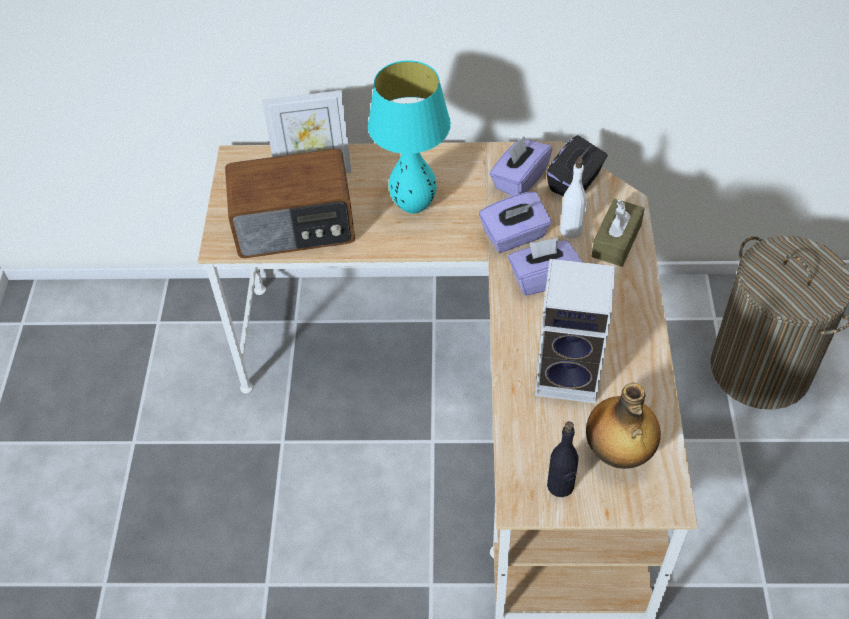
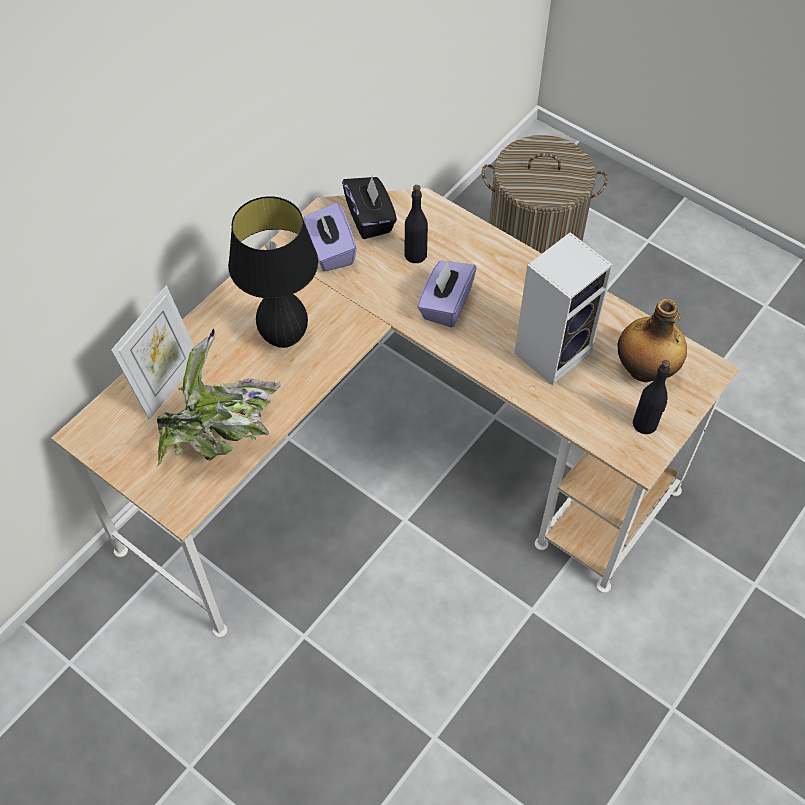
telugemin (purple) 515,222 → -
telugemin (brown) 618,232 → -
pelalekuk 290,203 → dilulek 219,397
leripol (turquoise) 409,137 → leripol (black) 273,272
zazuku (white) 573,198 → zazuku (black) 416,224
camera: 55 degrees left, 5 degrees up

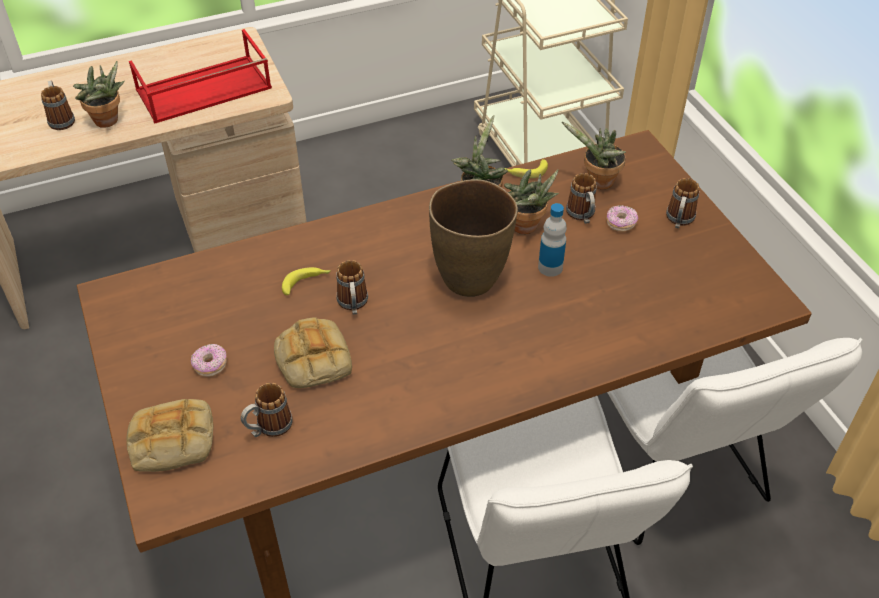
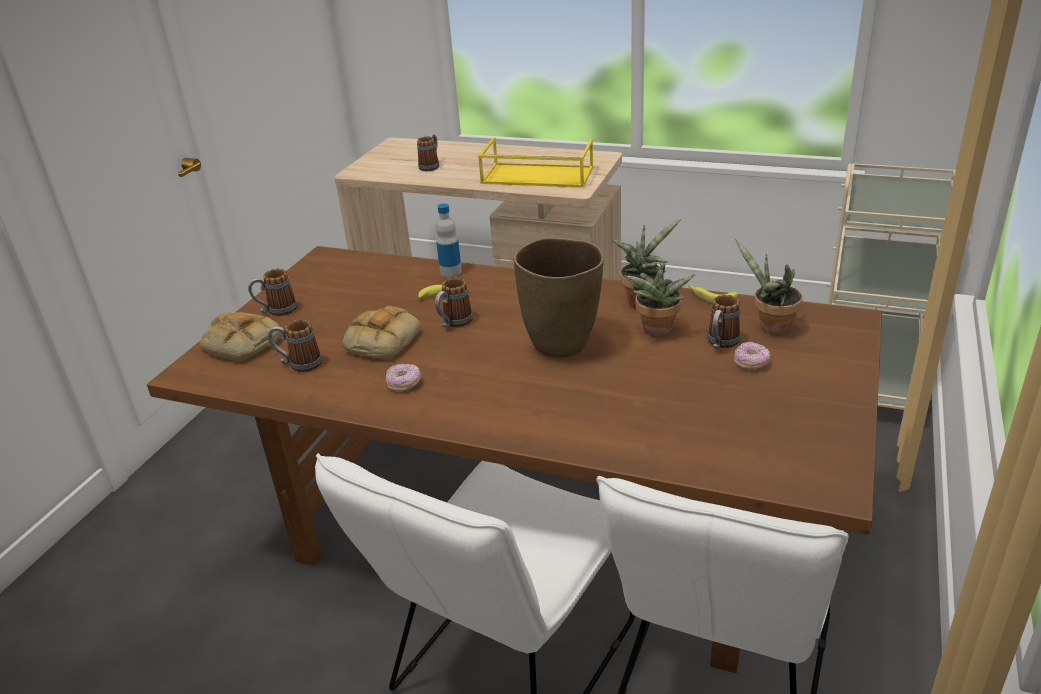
dilulek 99,94 → -
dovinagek 209,360 → dovinagek 403,377, shifted
zazuku 552,240 → zazuku 449,240, shifted
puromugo 682,203 → puromugo 272,292, shifted
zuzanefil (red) 200,76 → zuzanefil (yellow) 536,162
camera: 45 degrees right, 15 degrees down

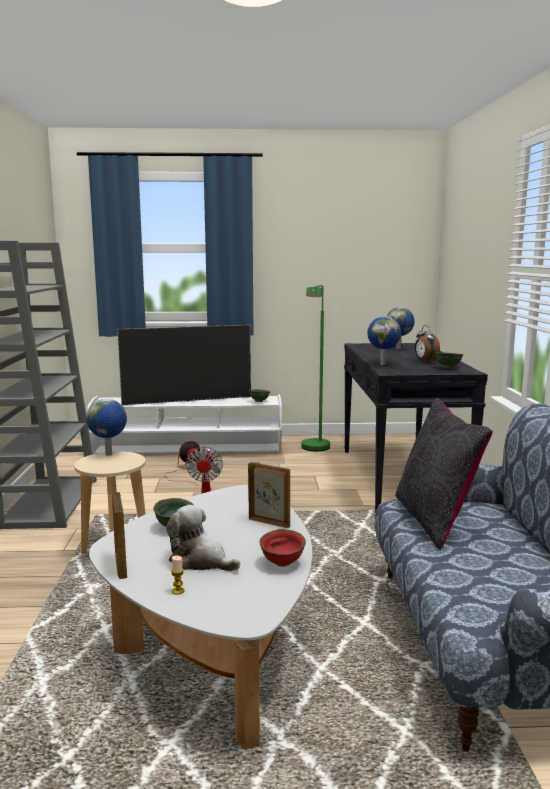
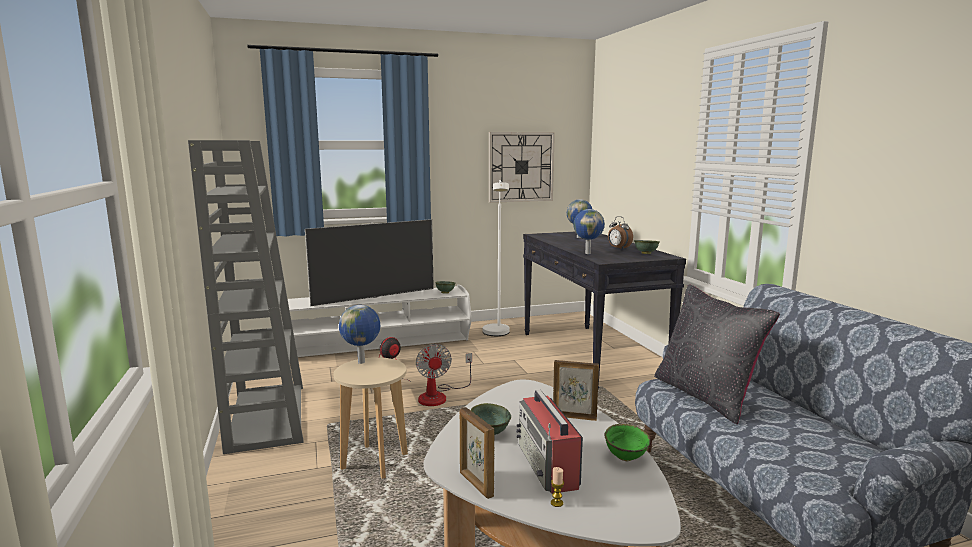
- → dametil 522,167
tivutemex 203,538 → pelalekuk 549,442
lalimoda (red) 282,548 → lalimoda (green) 627,442
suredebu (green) 315,368 → suredebu (white) 496,258
camera: 15 degrees left, 0 degrees up

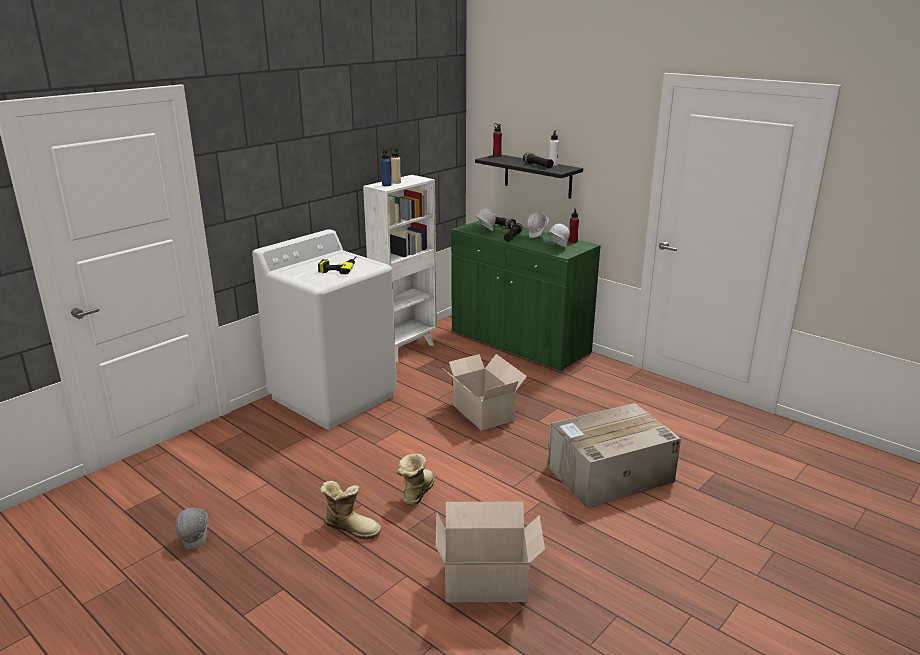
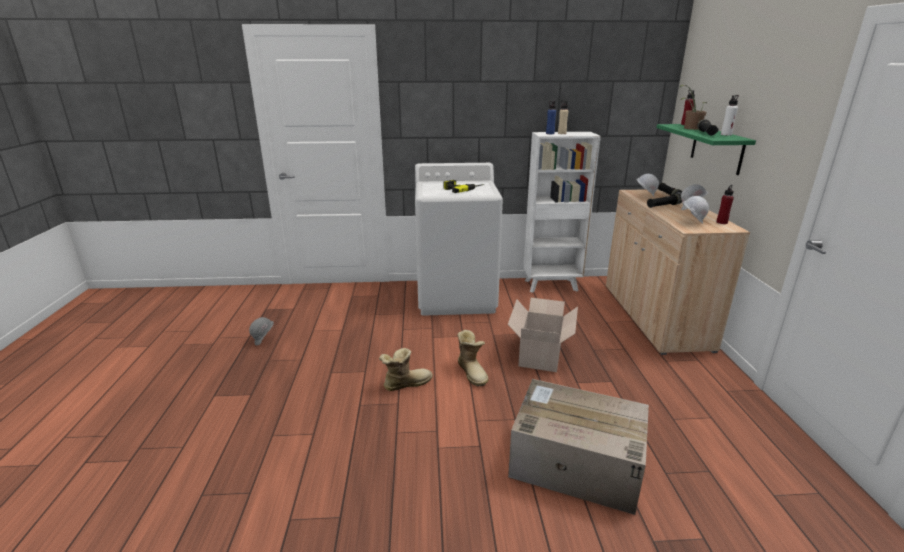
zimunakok 490,552 → -
- → dilulek 693,107
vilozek 350,510 → vilozek 472,358, shifted
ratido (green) 526,296 → ratido (beige) 678,272
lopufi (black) 529,177 → lopufi (green) 706,149
camera: 45 degrees right, 0 degrees up

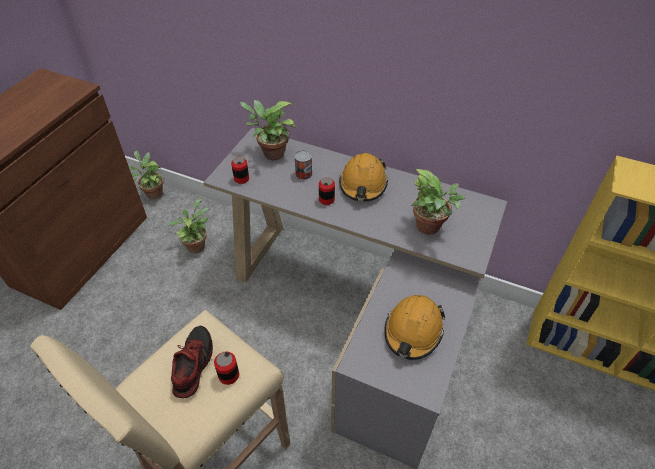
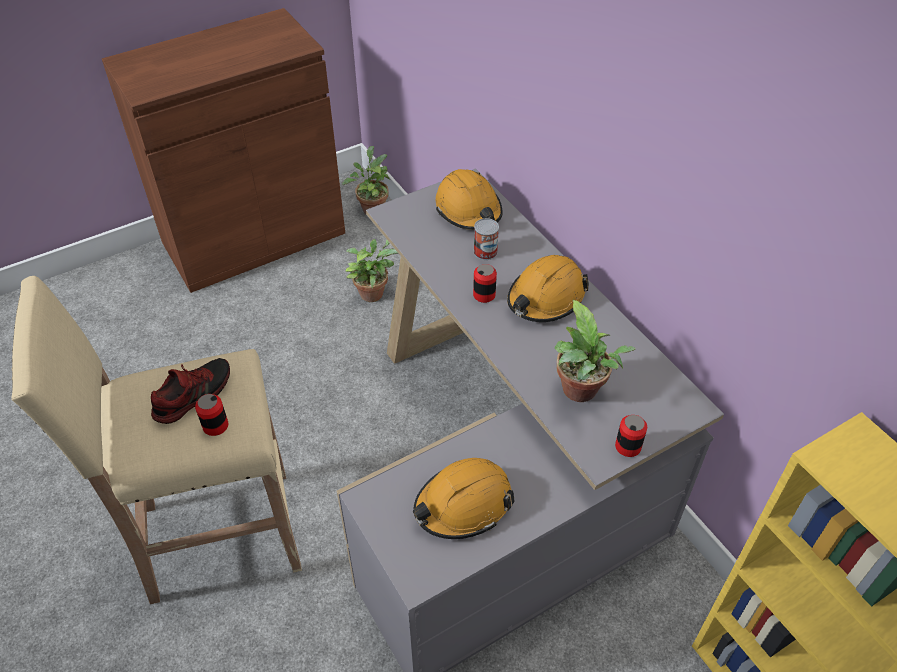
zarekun 240,170 → zarekun 631,436, shifted
dilulek 268,130 → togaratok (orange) 469,199
camera: 35 degrees right, 0 degrees up

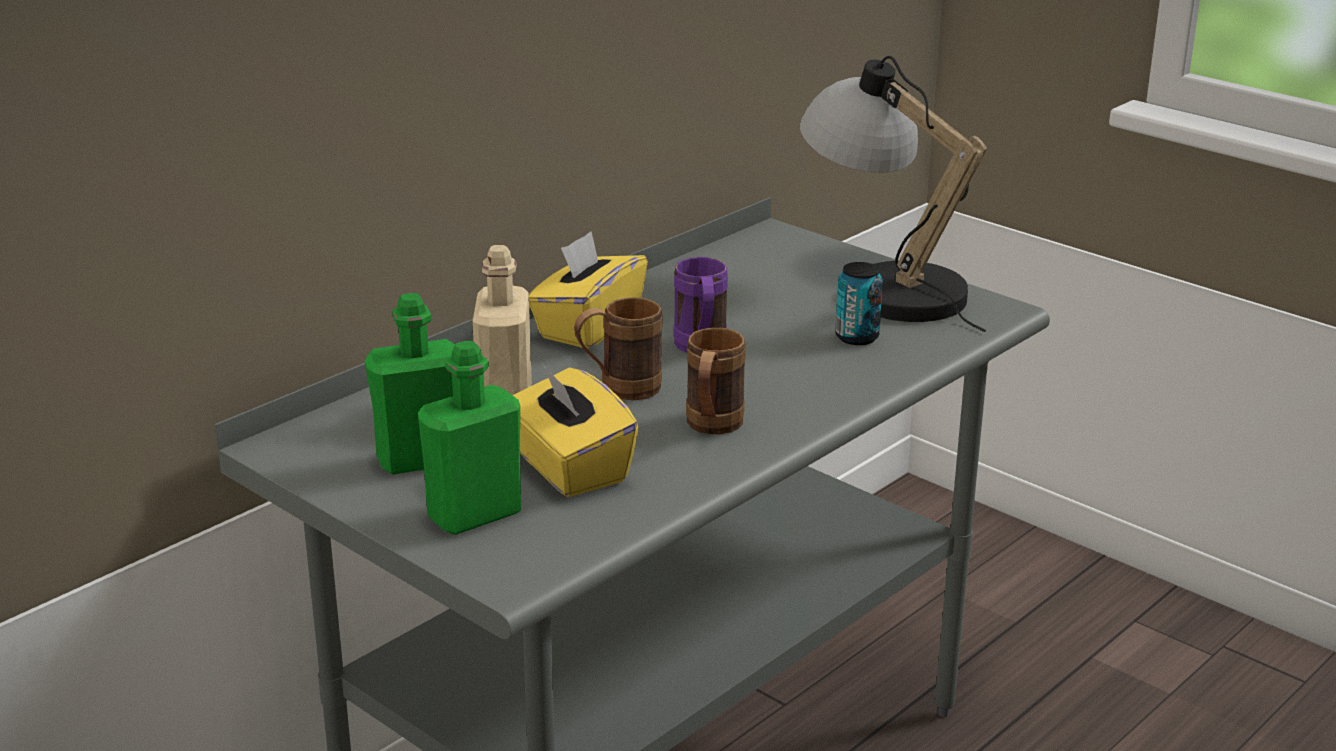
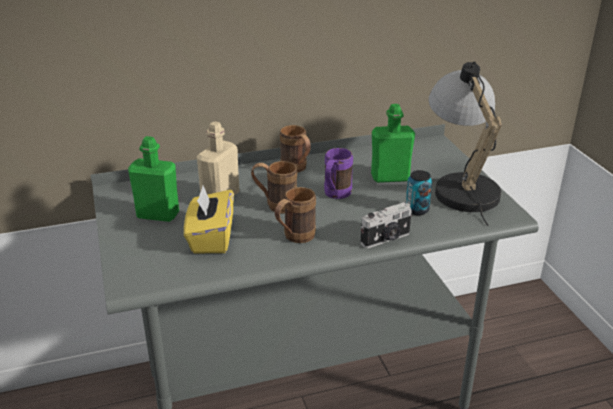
- → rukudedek 386,225
zazuku (green) 469,438 → zazuku (green) 393,143, shifted
telugemin (yellow) 588,290 → puromugo (brown) 295,149
camera: 30 degrees right, 5 degrees up

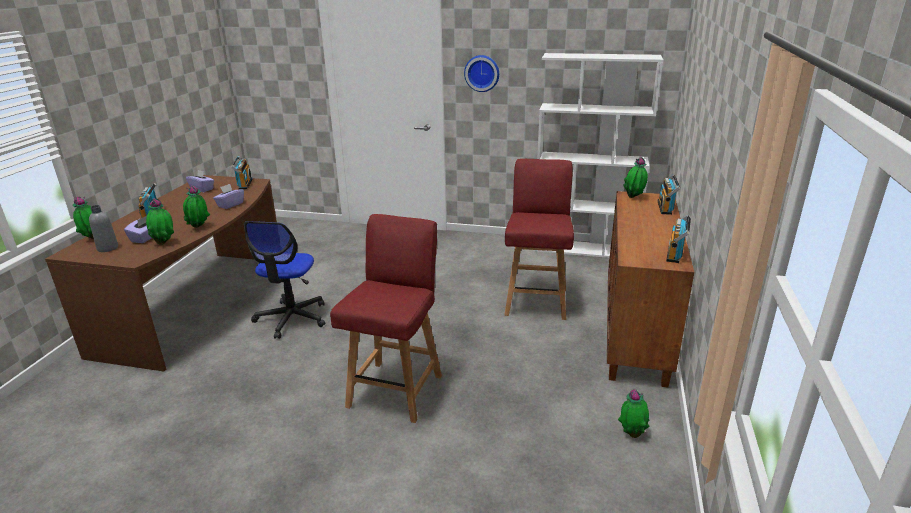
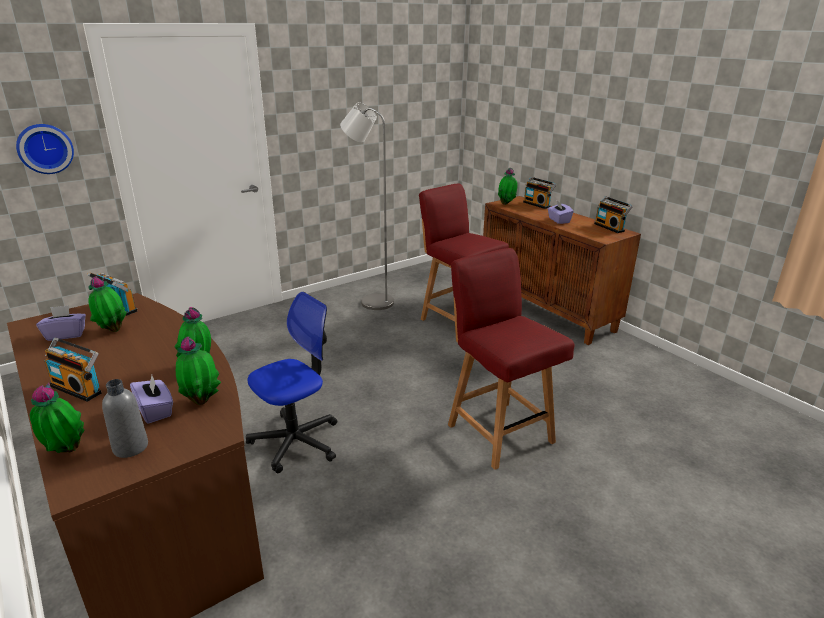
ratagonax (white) 598,155 → -
- → suredebu (grey) 367,206
telugemin (purple) 228,196 → telugemin (purple) 561,212, shifted
dametil 481,73 → dametil 45,149, shifted
dilulek 633,413 → dilulek 107,304, shifted
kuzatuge 284,280 → kuzatuge 291,382, 90 degrees counterclockwise
camera: 50 degrees left, 0 degrees up

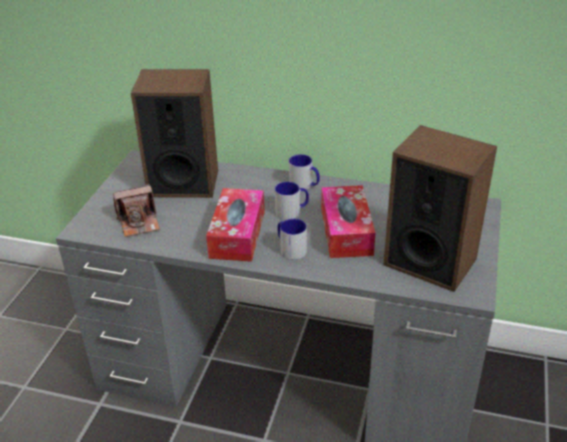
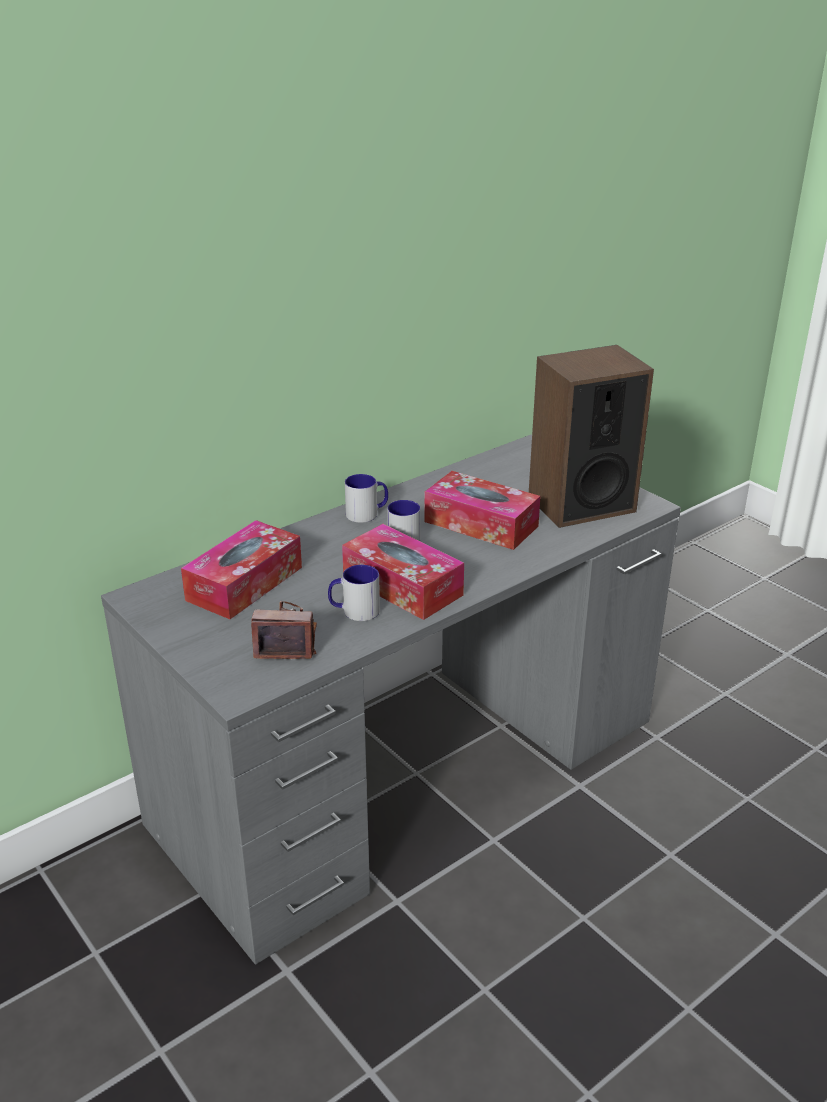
puromugo 292,239 → puromugo 354,593, shifted
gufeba 174,133 → telugemin 241,569
rukudedek 136,210 → rukudedek 284,630, 105 degrees counterclockwise
camera: 55 degrees left, 5 degrees down

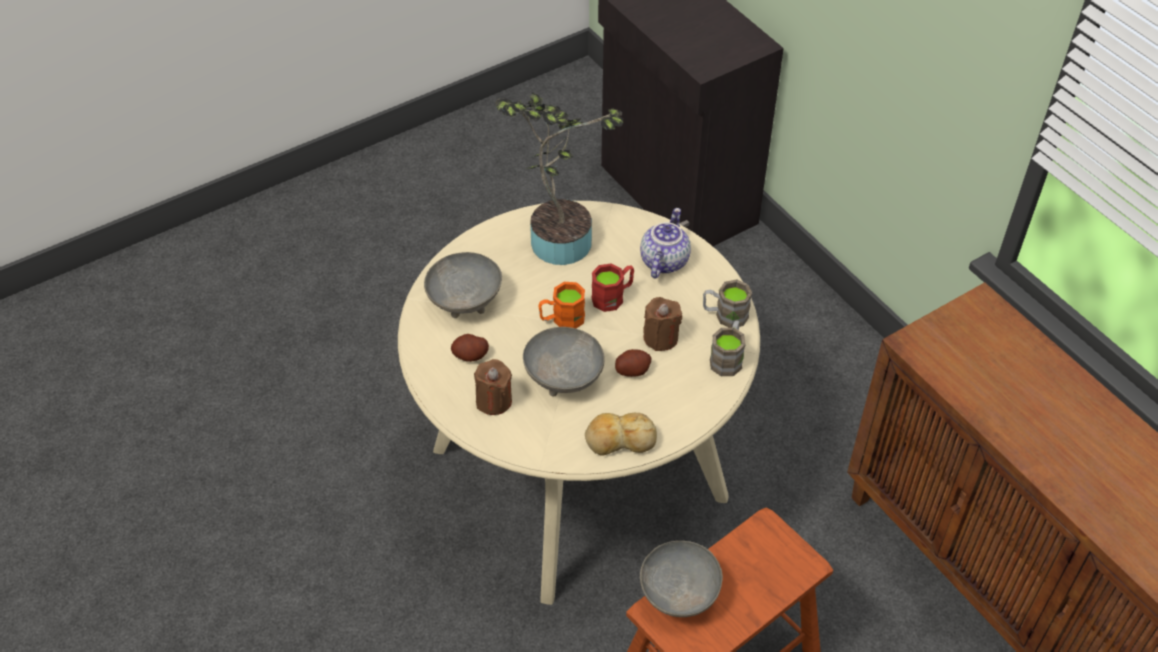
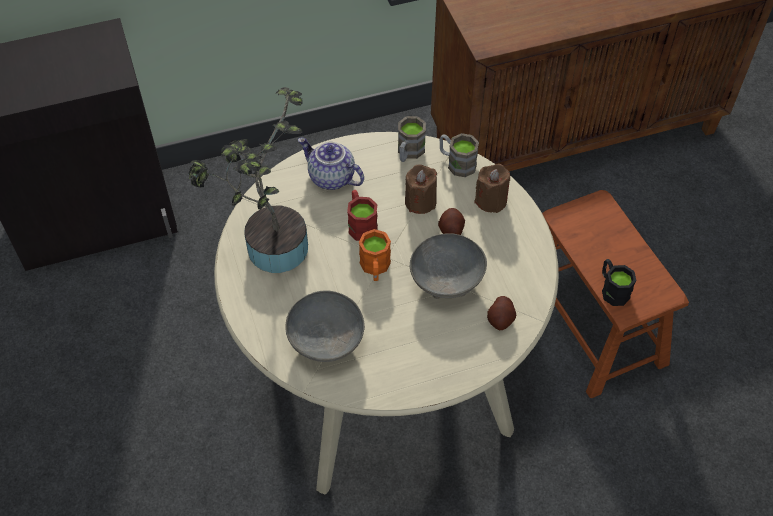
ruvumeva 621,434 → -
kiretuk 470,348 → kiretuk 501,313, shifted
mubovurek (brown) 493,387 → mubovurek (brown) 492,188, shifted
lalimoda (grey) 681,579 → puromugo (black) 619,282
camera: 75 degrees left, 5 degrees up

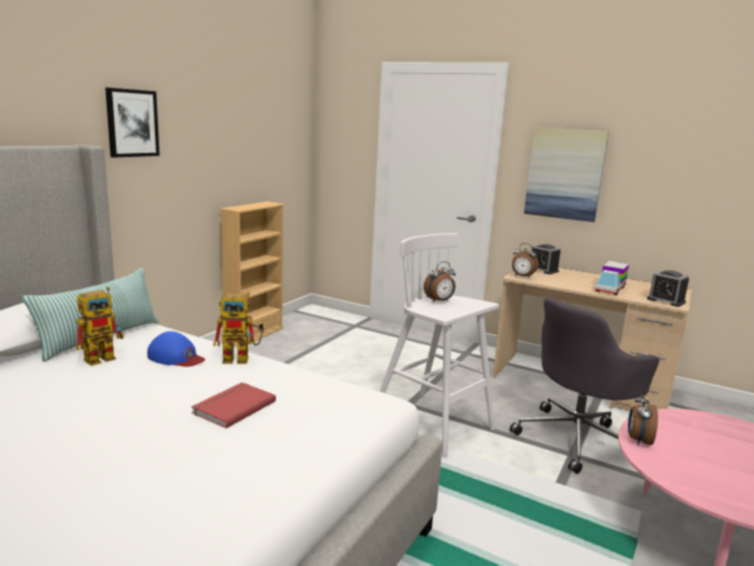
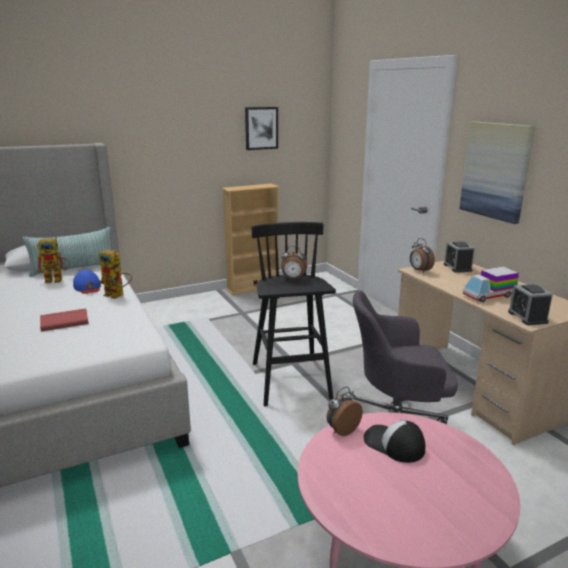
- → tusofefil 394,441
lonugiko 132,122 → lonugiko 261,128, shifted
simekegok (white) 439,345 → simekegok (black) 294,314
camera: 35 degrees right, 5 degrees up

